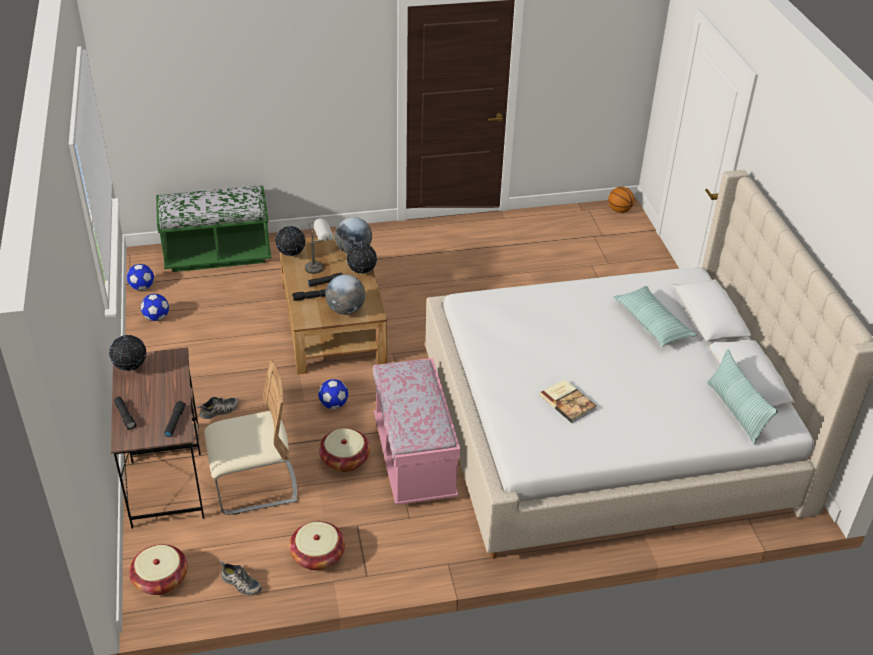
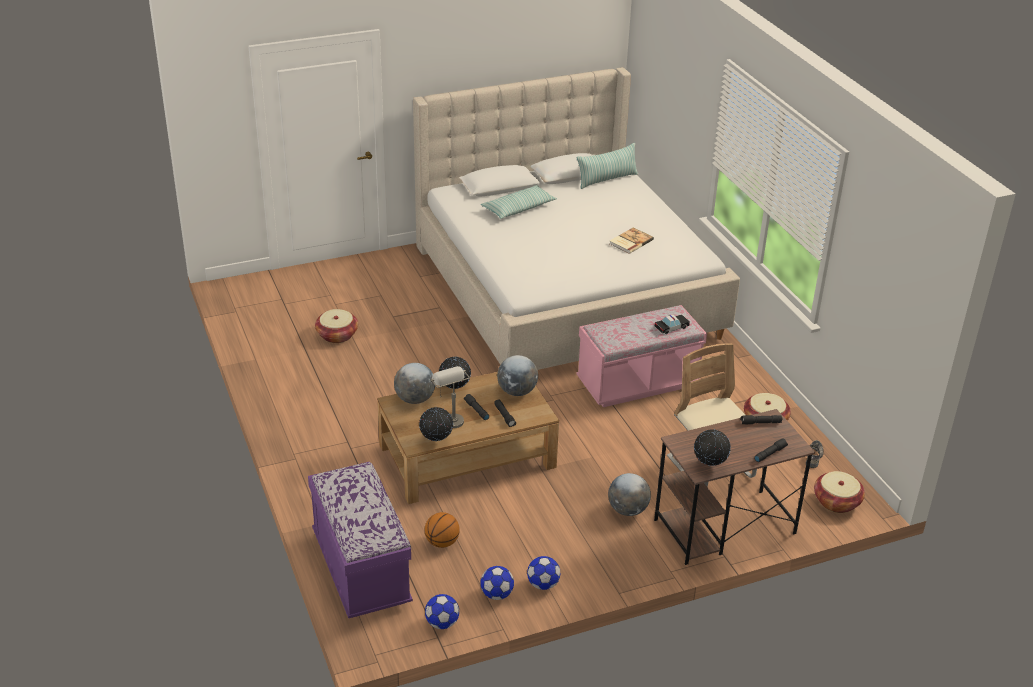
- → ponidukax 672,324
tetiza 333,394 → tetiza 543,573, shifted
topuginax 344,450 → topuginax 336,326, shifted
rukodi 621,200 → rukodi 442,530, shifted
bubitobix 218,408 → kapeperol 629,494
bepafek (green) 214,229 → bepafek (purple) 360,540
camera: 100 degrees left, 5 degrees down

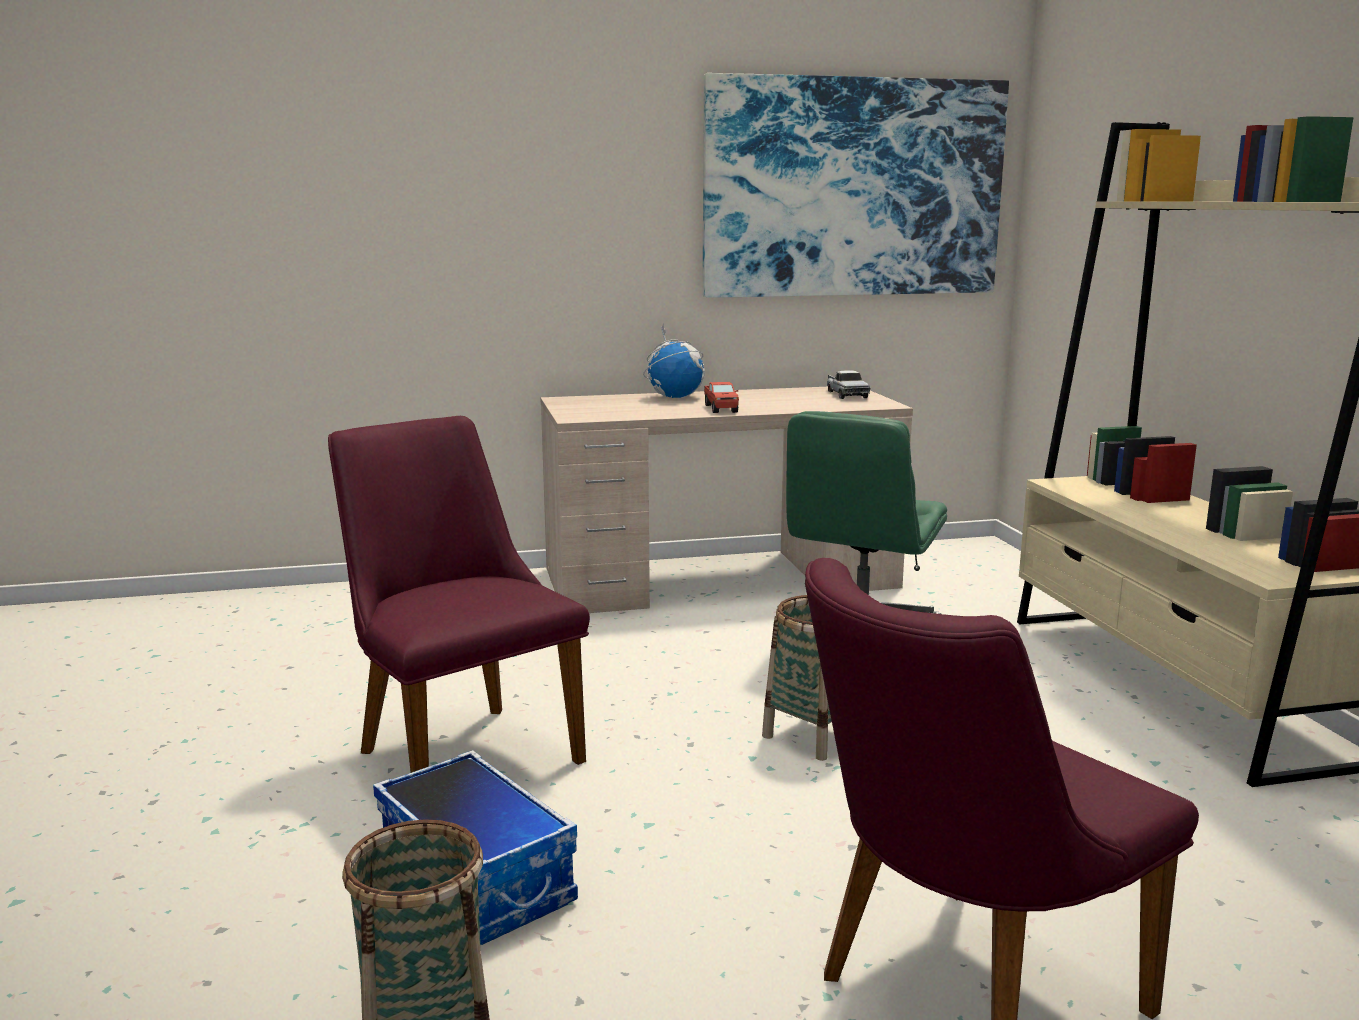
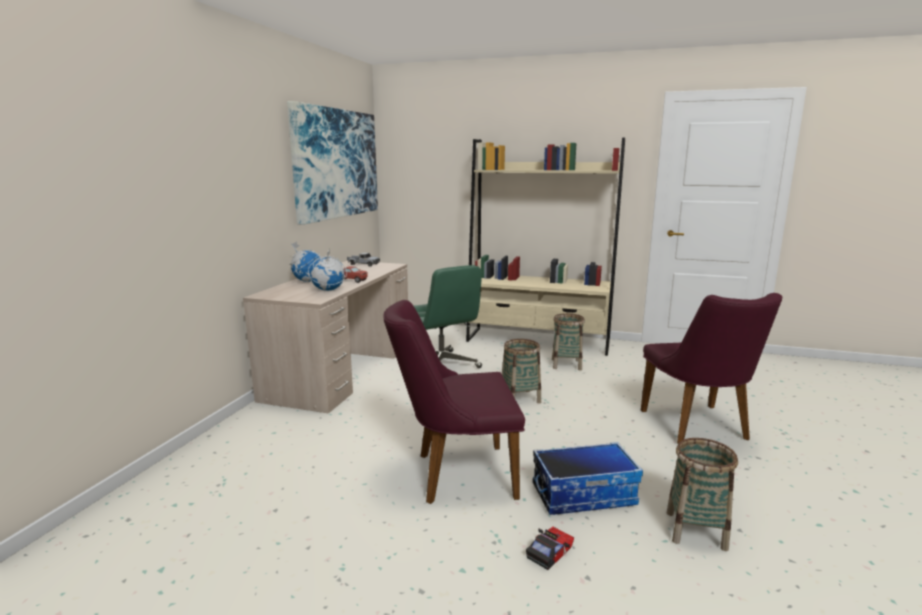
- → kapeperol 327,270
- → ponidukax 550,548
- → topuginax 568,341
camera: 60 degrees left, 0 degrees up

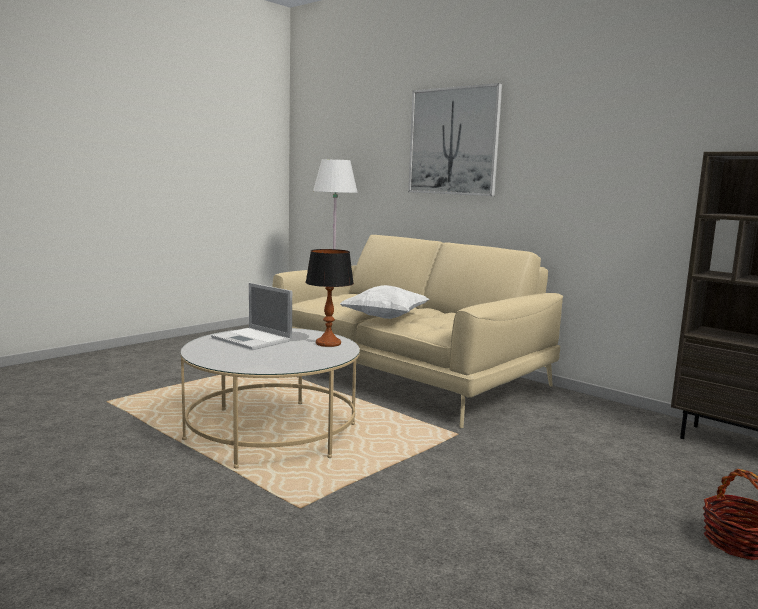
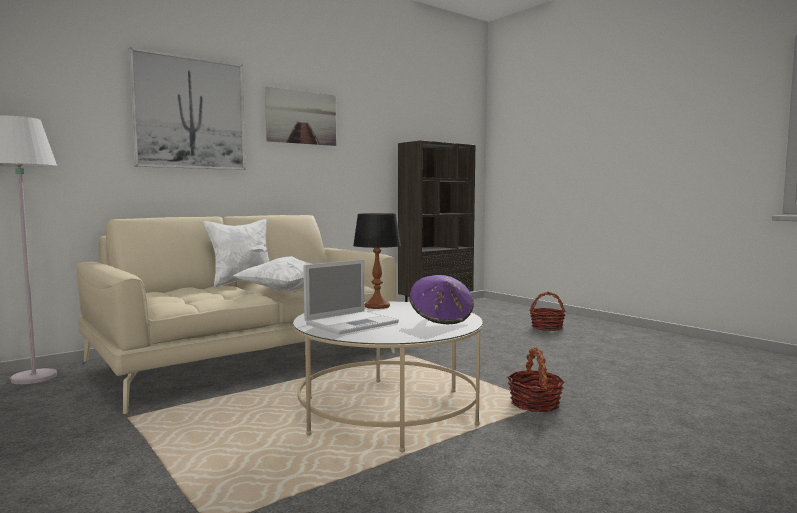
- → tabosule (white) 236,253
- → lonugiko 300,116
- → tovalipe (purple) 441,299
- → topuginax 536,379
camera: 80 degrees left, 5 degrees down

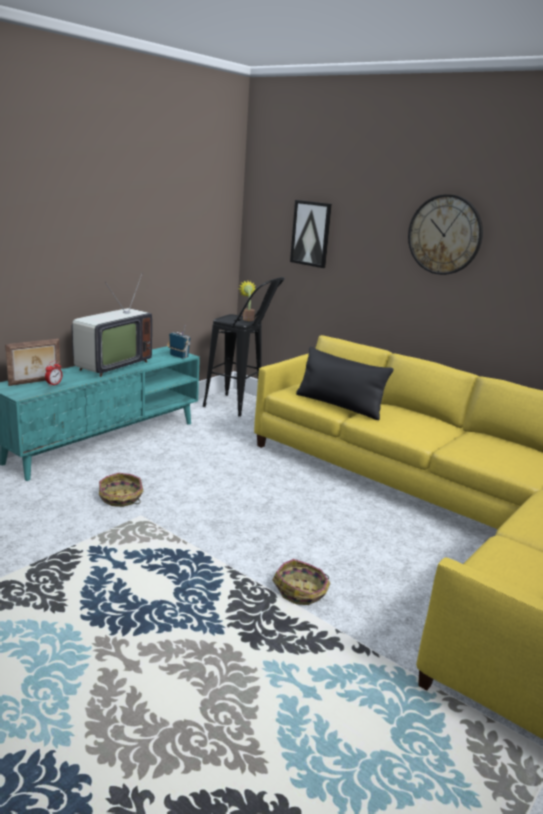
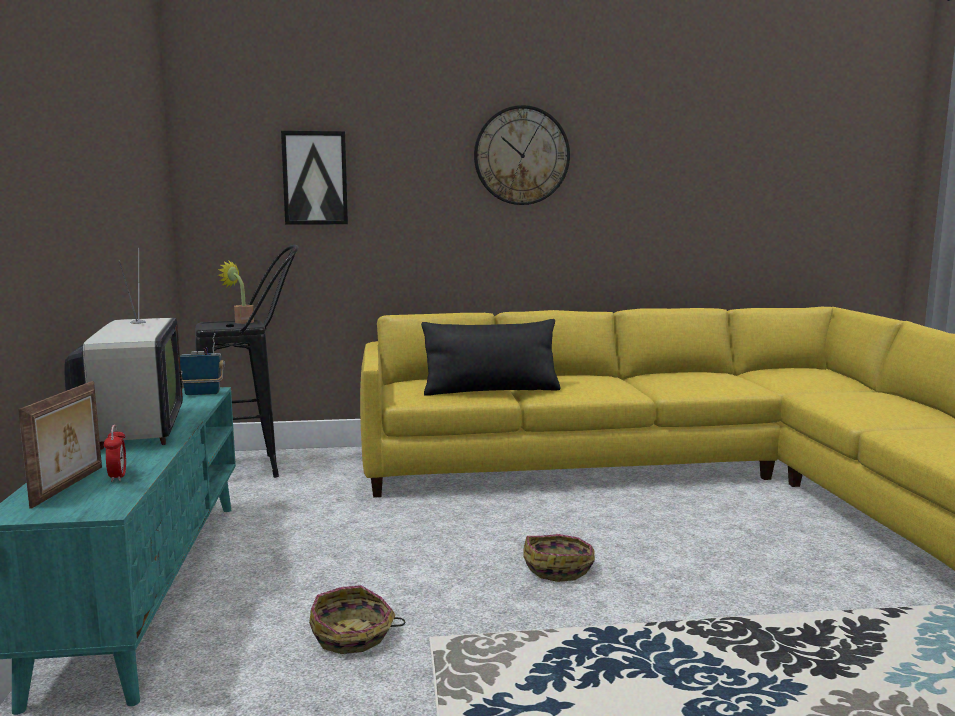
topuginax 301,582 → topuginax 559,558, shifted
camera: 45 degrees left, 10 degrees down

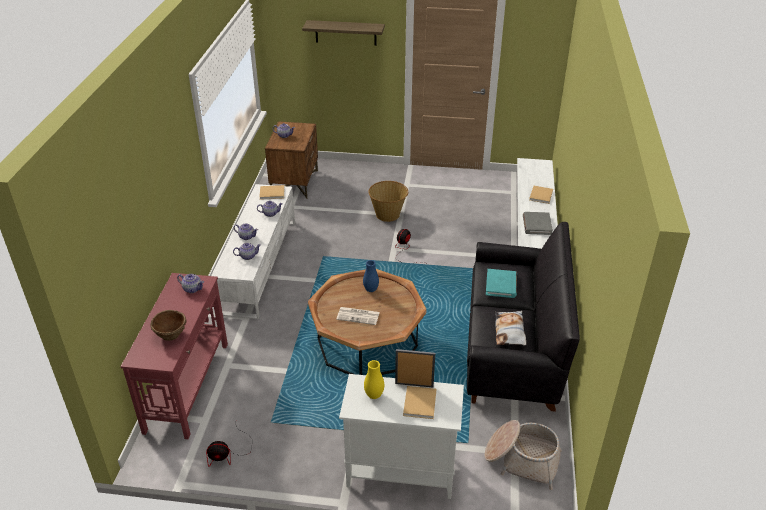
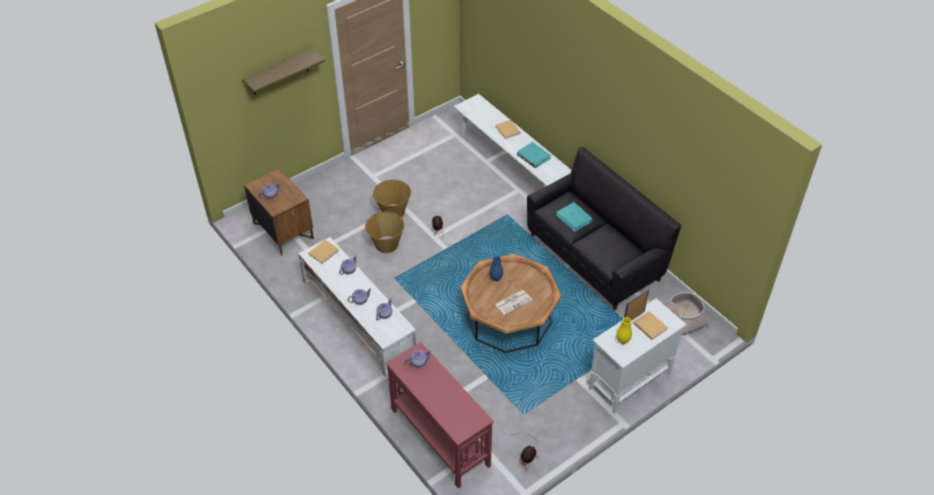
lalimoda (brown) 168,325 → -
tabosule 510,328 → -
- → topuginax 384,232
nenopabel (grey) 538,223 → nenopabel (turquoise) 534,155
camera: 45 degrees left, 10 degrees up

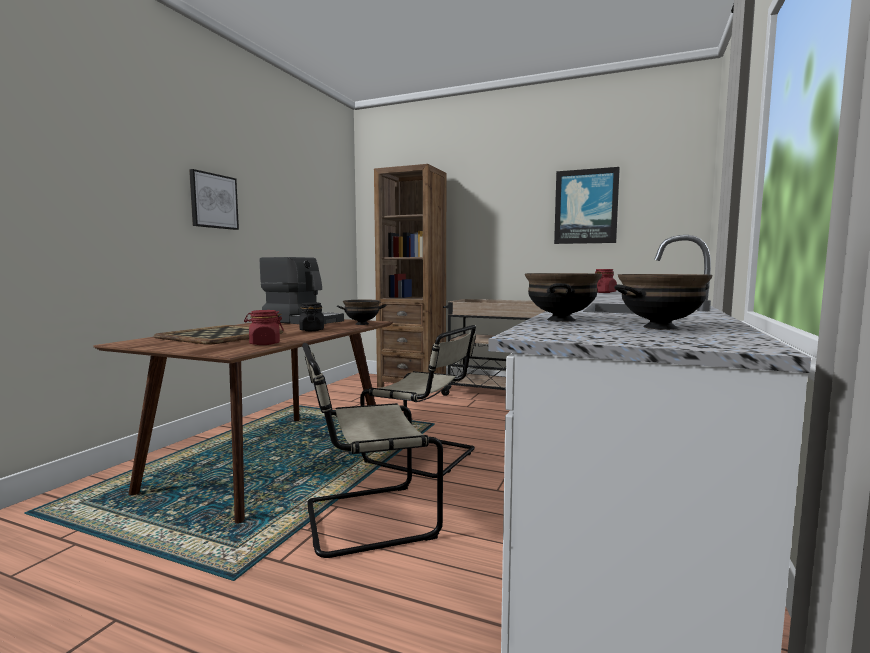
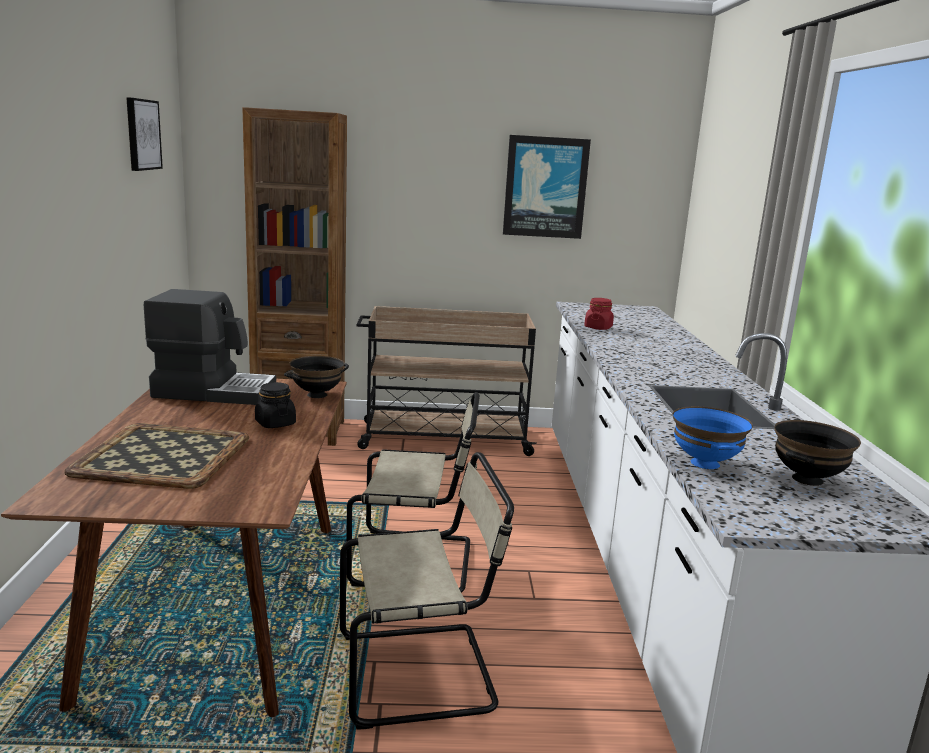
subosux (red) 264,327 → -
lonugiko 214,199 → lonugiko 144,134, shifted
lalimoda (black) 563,297 → lalimoda (blue) 713,437
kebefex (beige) 372,450 → kebefex (beige) 427,591, 150 degrees counterclockwise
camera: 25 degrees left, 10 degrees up

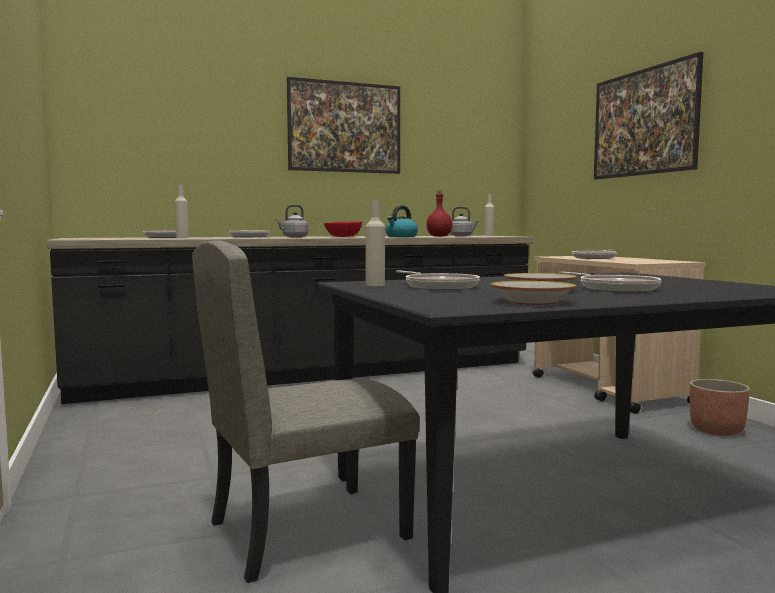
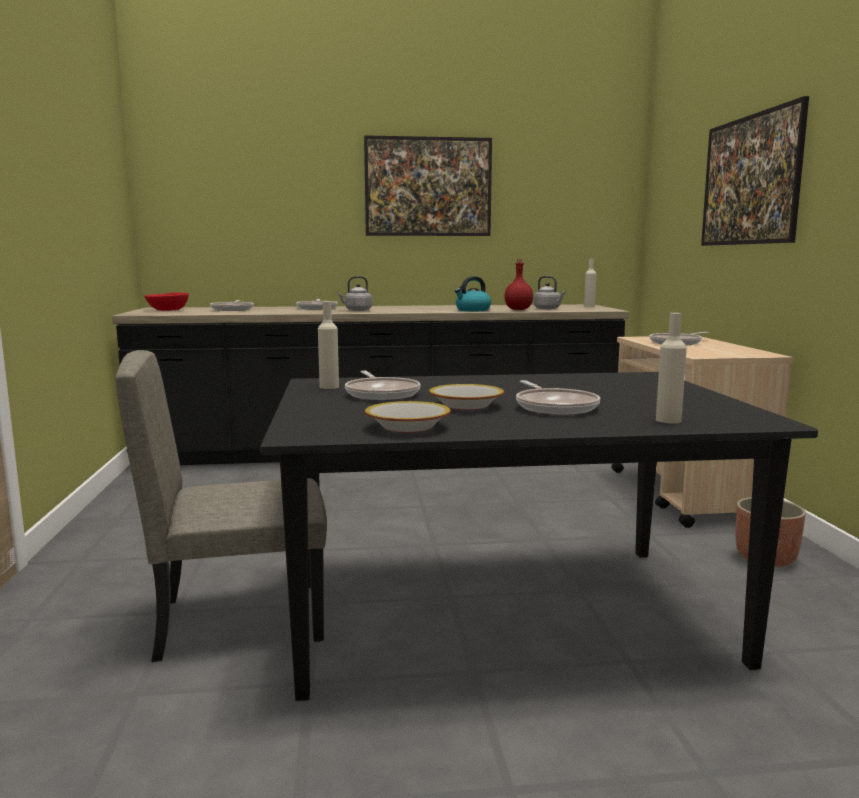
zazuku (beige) 182,211 → zazuku (beige) 671,368, shifted
lalimoda (red) 343,229 → lalimoda (red) 166,301, shifted
camera: 15 degrees right, 5 degrees up

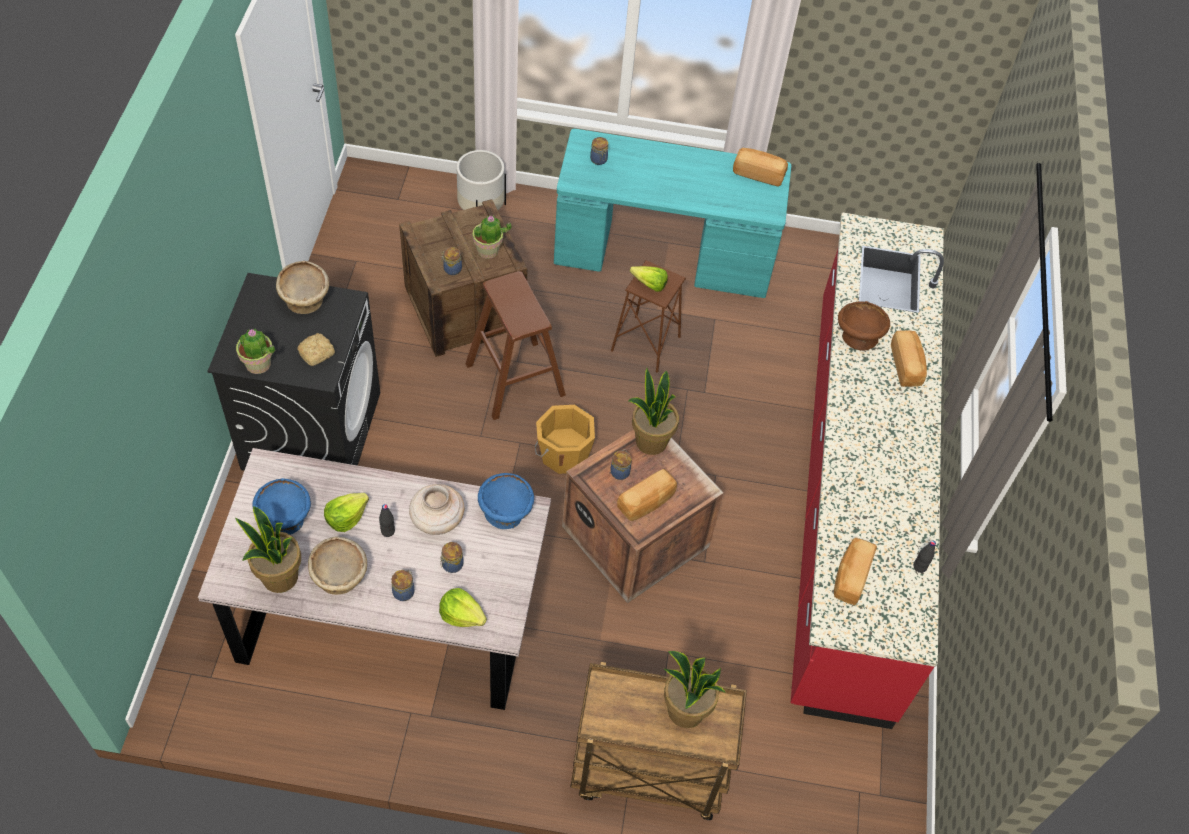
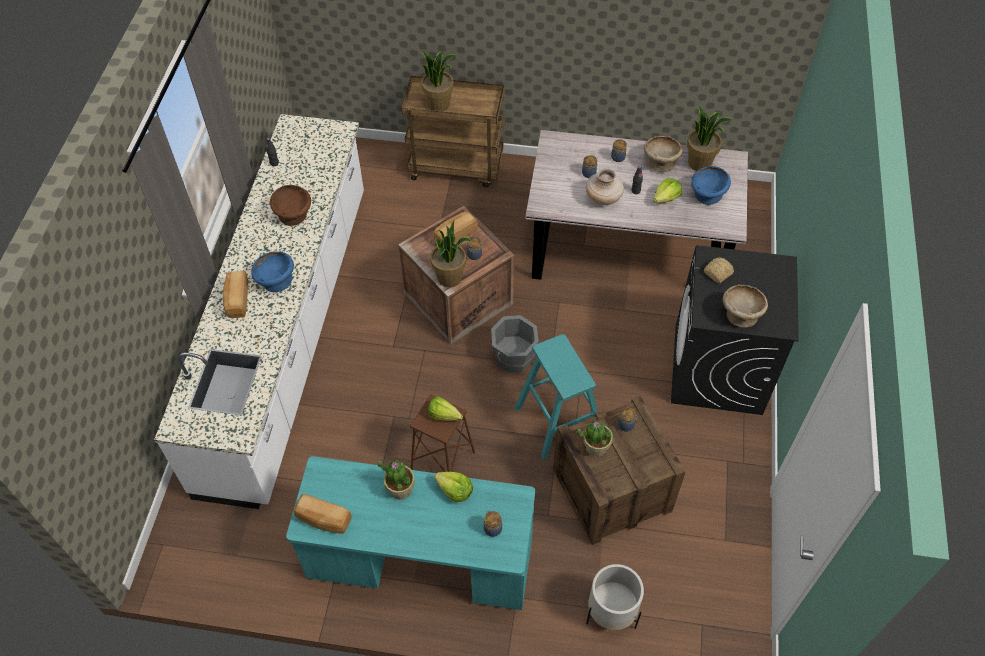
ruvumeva 855,571 → -
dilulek 255,351 → dilulek 396,480, shifted
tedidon 463,607 → tedidon 453,487, shifted
lalimoda (blue) 506,501 → lalimoda (blue) 272,271, shifted
lalimoda (brown) 864,326 → lalimoda (brown) 290,205, shifted
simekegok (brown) 516,345 → simekegok (turquoise) 556,397
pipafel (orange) 565,439 → pipafel (grey) 515,344
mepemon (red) 867,470 → mepemon (white) 259,311
camera: 175 degrees left, 0 degrees up

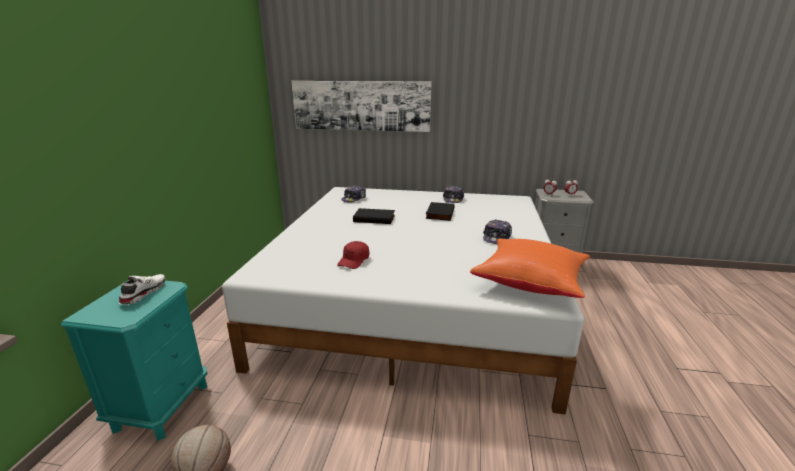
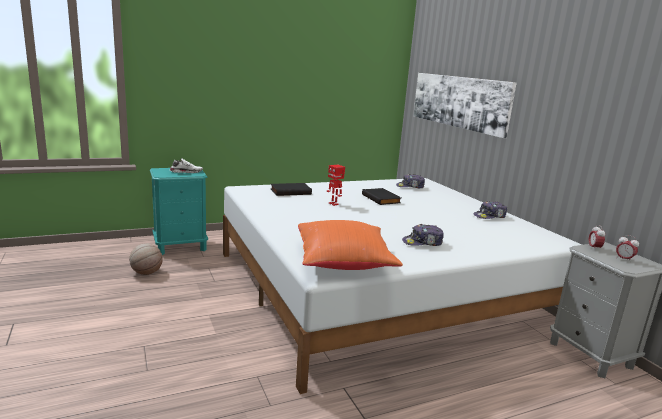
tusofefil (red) 353,255 → -
- → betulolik 336,185
nenopabel (black) 440,211 → nenopabel (black) 291,189, shifted
camera: 55 degrees right, 5 degrees down

